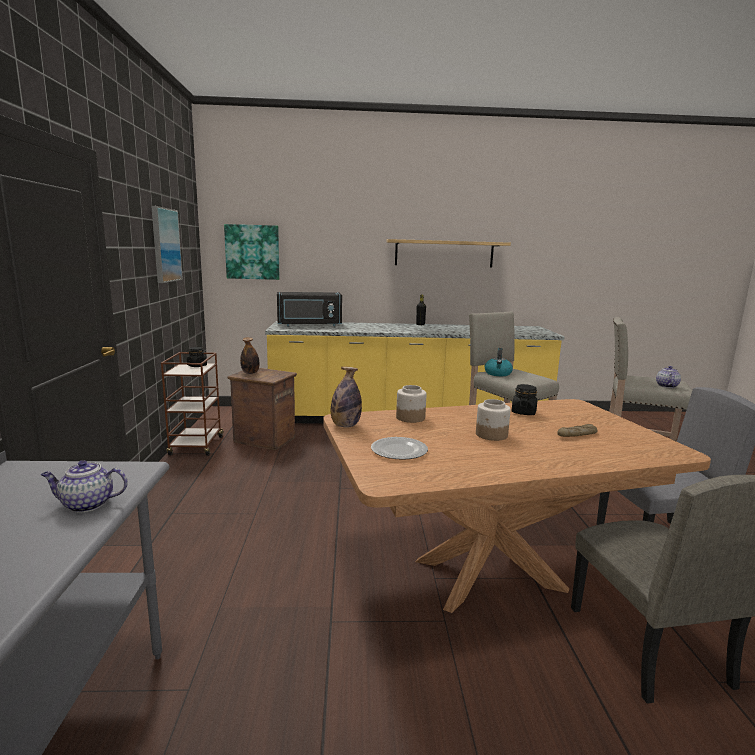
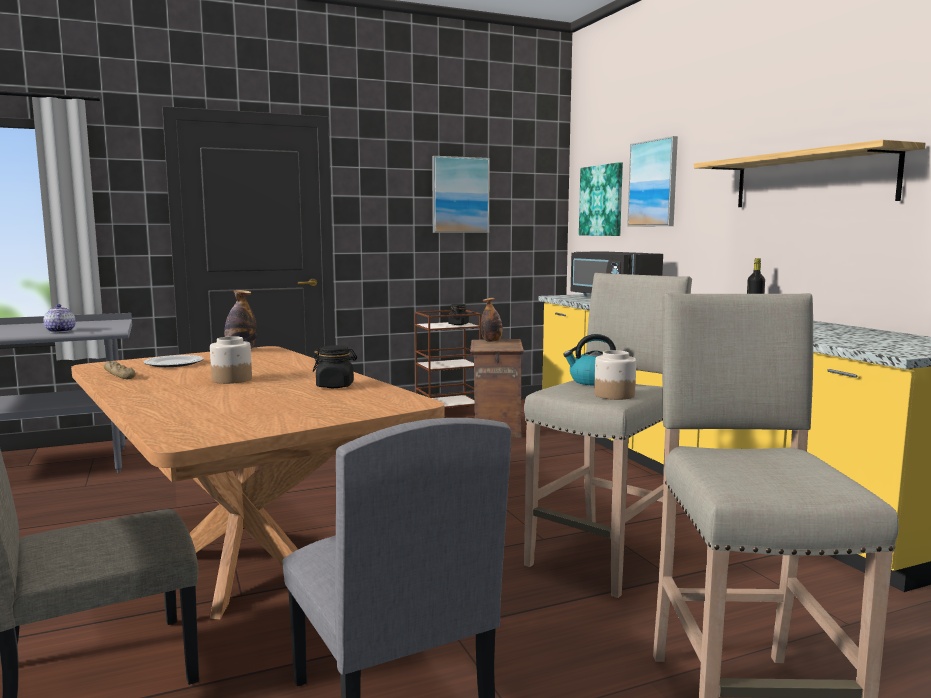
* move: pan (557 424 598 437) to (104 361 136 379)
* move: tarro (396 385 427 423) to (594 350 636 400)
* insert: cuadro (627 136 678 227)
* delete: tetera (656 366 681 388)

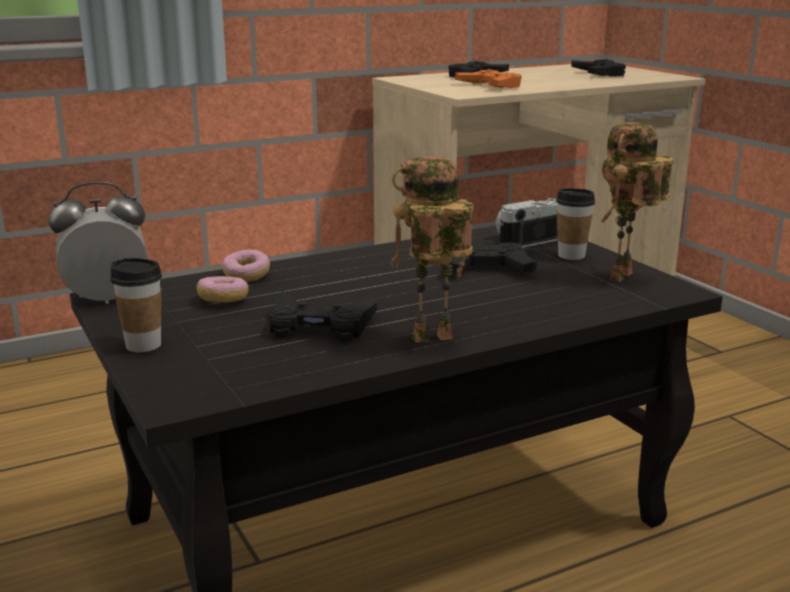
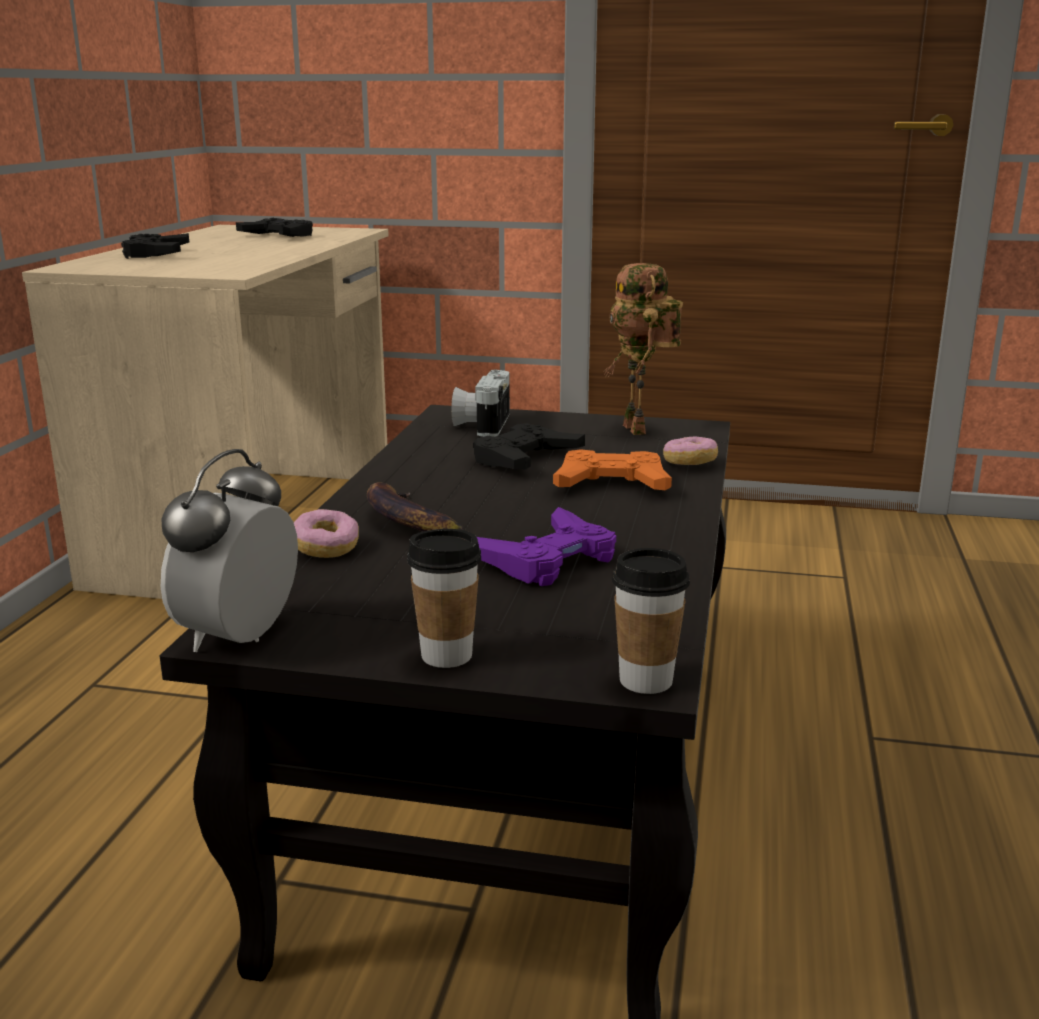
* insert: plátano (367 482 464 532)
* recolor: mando de consola [negro] (269 291 377 342) to mando de consola [morado] (477 507 616 586)
* move: mando de consola [naranja] (455 69 522 88) to (553 449 672 490)
* move: taza (556 188 595 260) to (612 548 690 694)
* move: rosquilla (197 276 249 302) to (663 436 718 465)
* delete: robot de juguete (391 157 474 343)

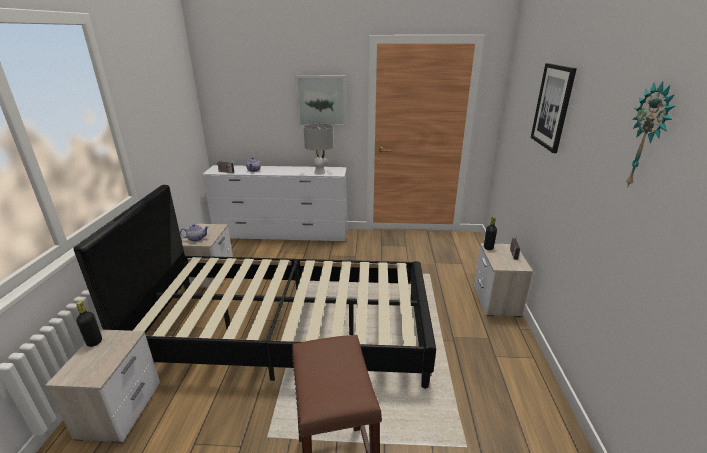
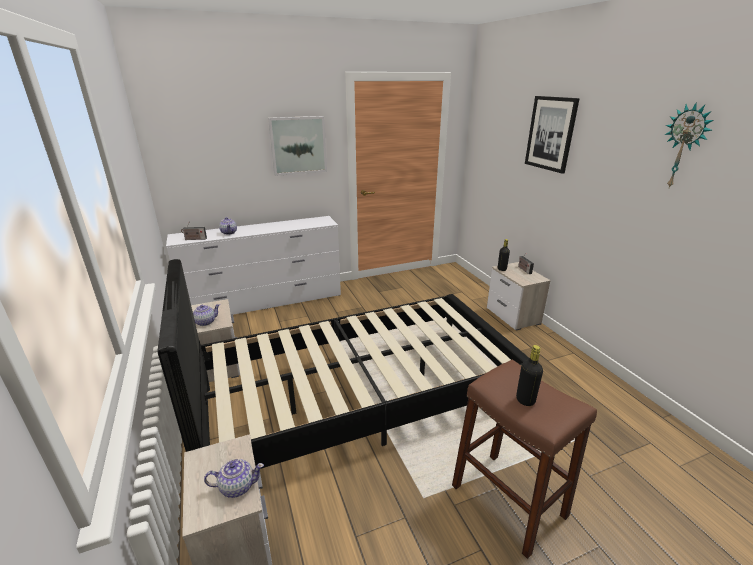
* insert: tetera (204 459 264 498)
* move: botella [negro] (76 301 102 347) to (516 345 543 406)
* delete: lámpara de mesa [gris] (304 123 333 175)

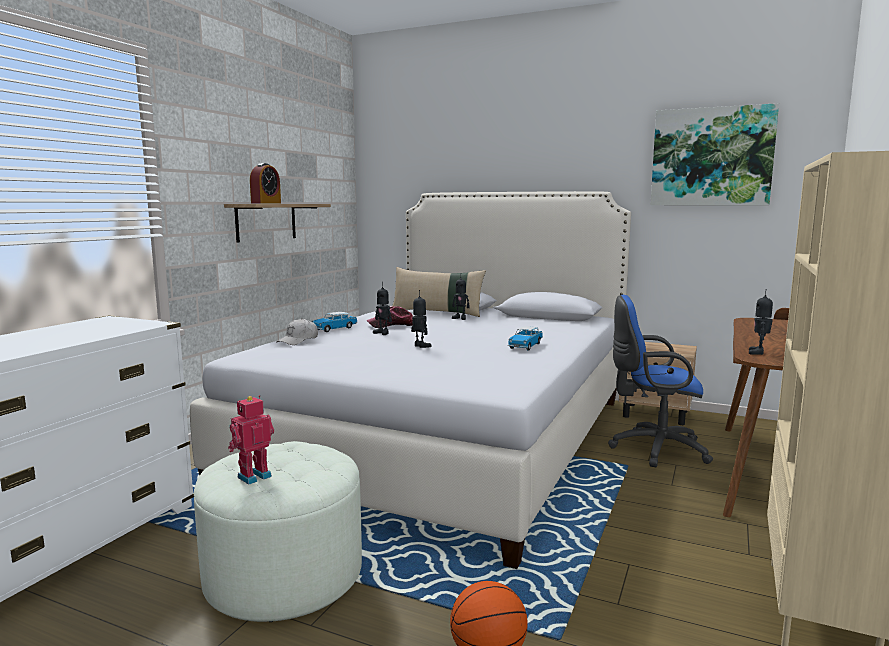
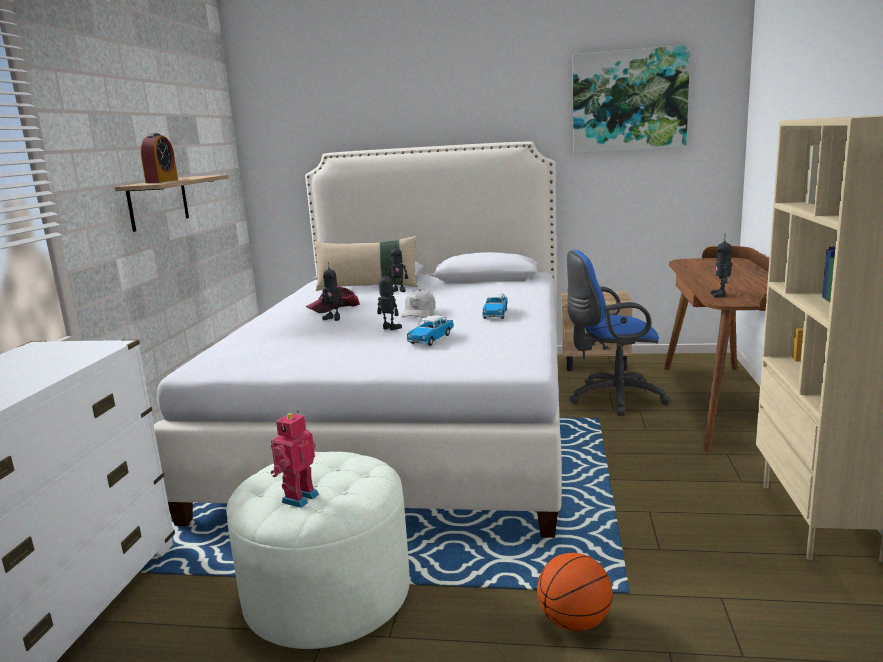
* move: gorra [blanco] (276 318 318 345) to (401 290 436 318)
* move: coche de juguete (312 312 357 332) to (406 315 454 346)

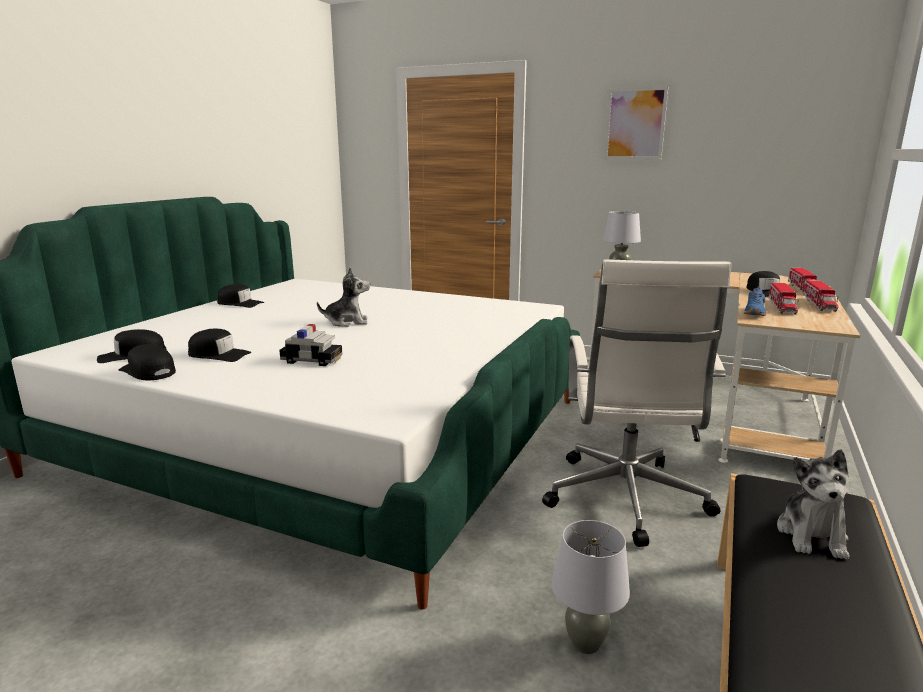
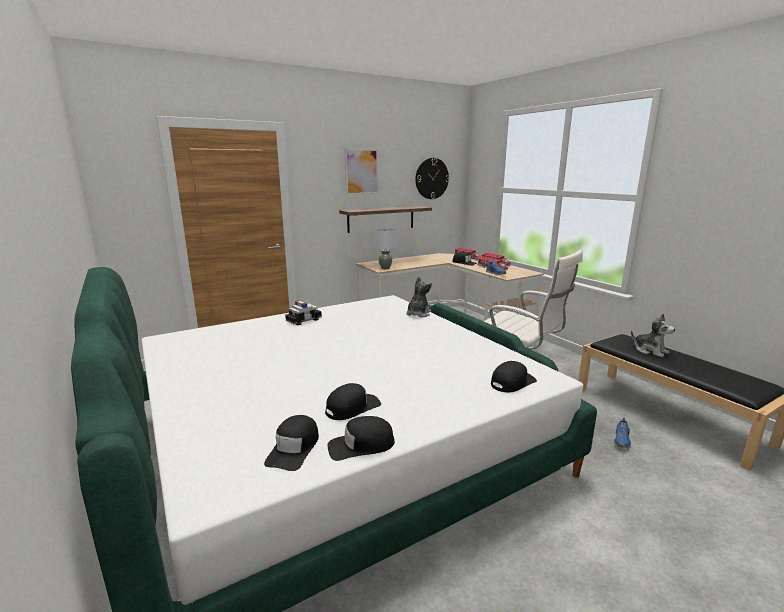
* move: coche de juguete (279 324 343 366) to (285 300 322 325)
* insert: estante (339 206 432 233)
* move: peluche (317 267 370 327) to (406 276 432 318)
* insert: reloj de pared (415 158 449 199)
* move: gorra [negro] (217 284 264 308) to (491 361 537 392)
* replace: lámpara de mesa [gris] (552 520 630 654) to zapato [azul] (614 417 631 448)

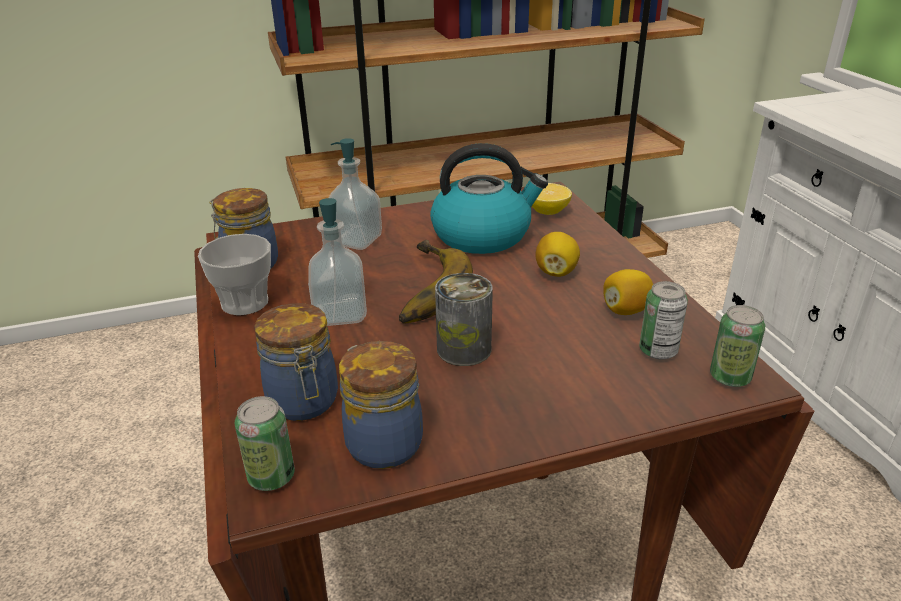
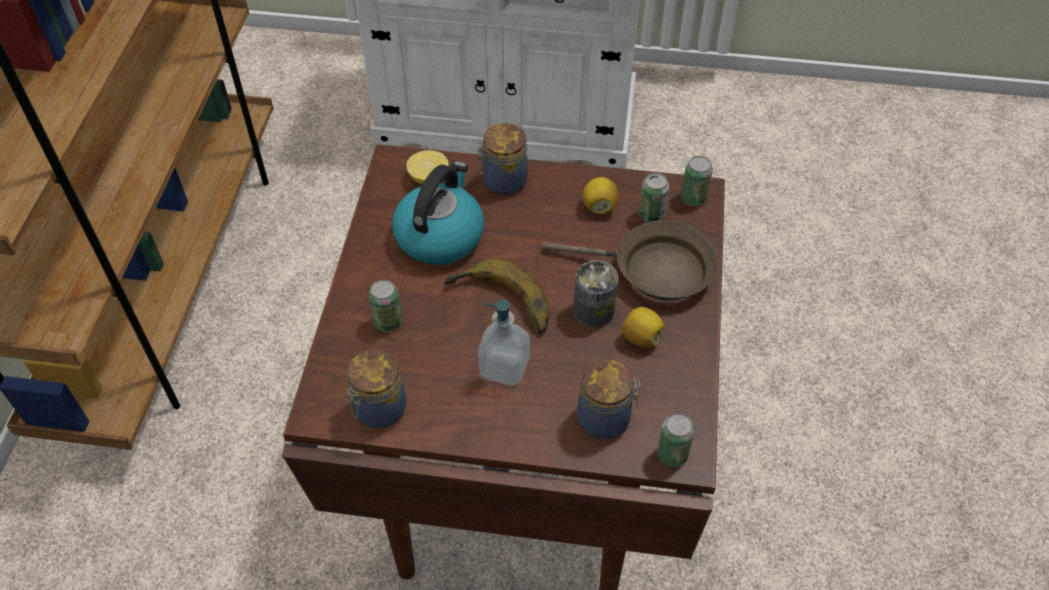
* replace: dispensador de jabón (329 138 382 250) to lata (369 279 402 332)
* move: tarro (339 341 423 469) to (477 123 528 195)
* insert: sartén [marrón] (542 220 718 301)
* move: limón (536 232 580 277) to (622 307 664 348)
* delete: taza (198 234 271 315)

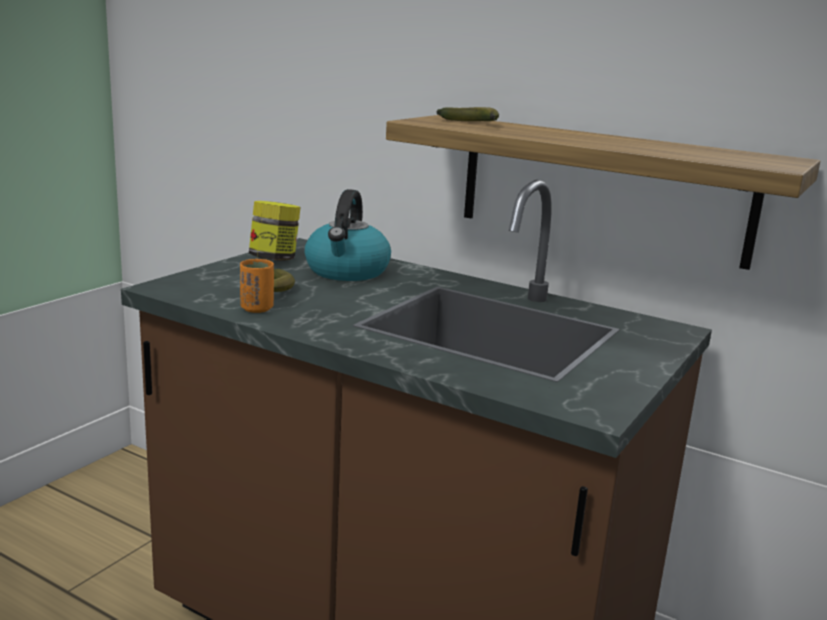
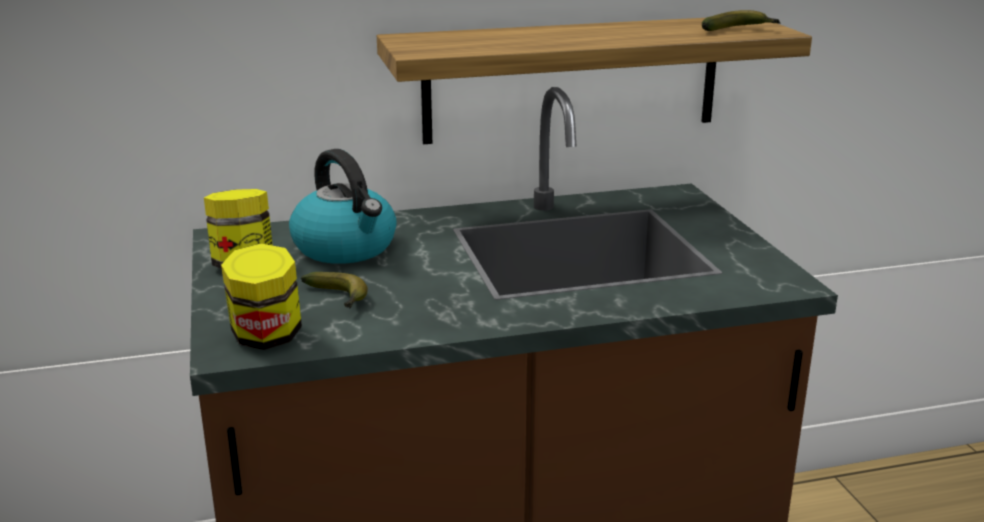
* insert: tarro (221 244 302 350)
* move: plátano (436 107 499 121) to (702 10 781 31)
* delete: taza [naranja] (240 259 274 313)

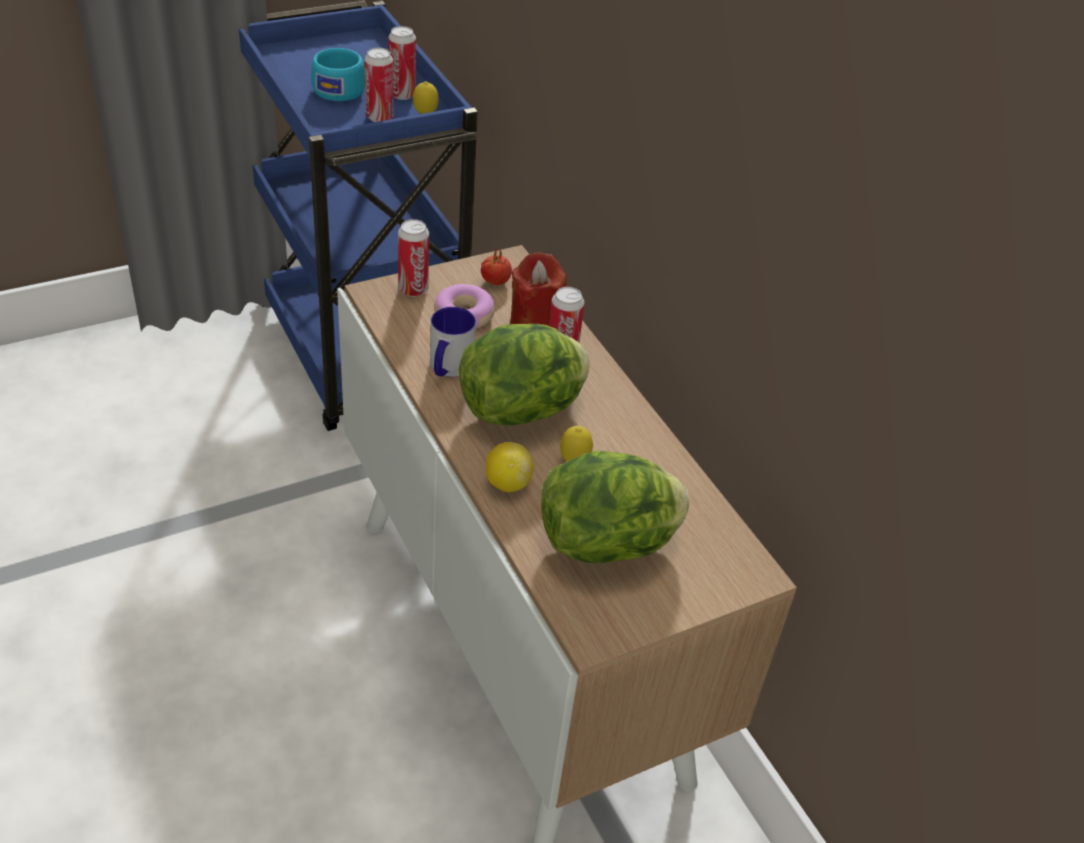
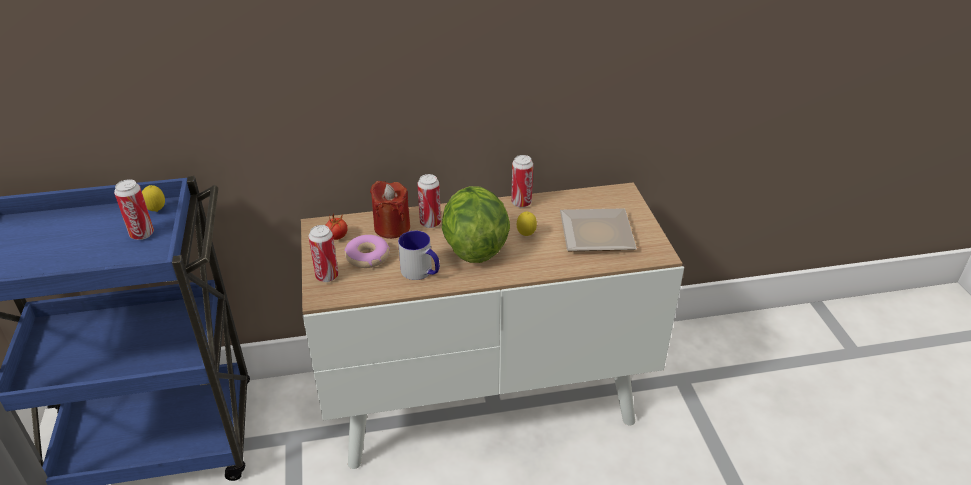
* move: lata (388 26 416 100) to (511 155 533 208)
* replace: lechuga (542 451 689 563) to plato (560 208 637 251)
* delete: taza [turquesa] (311 48 365 101)
* delete: limón (486 442 534 492)

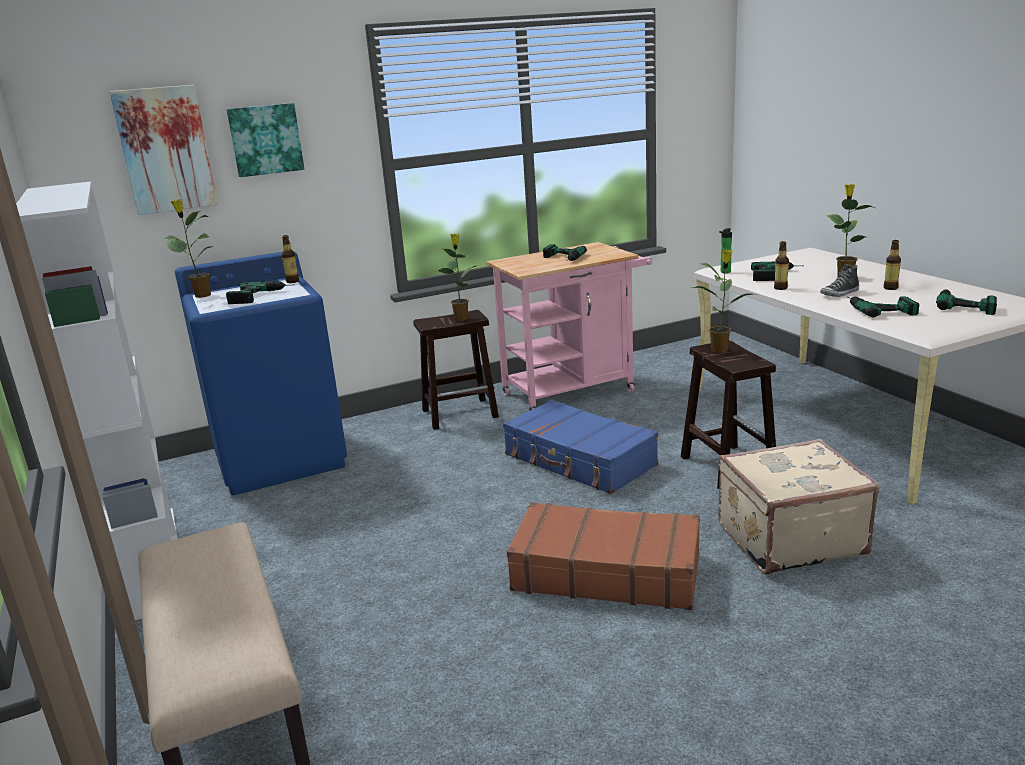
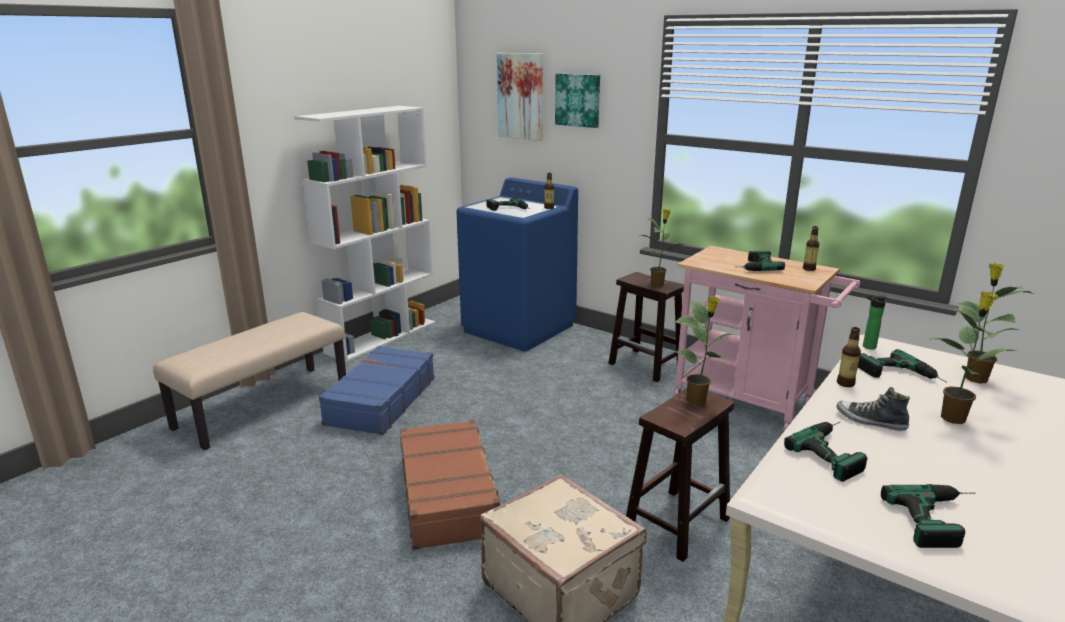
* move: maleta [azul] (503 399 658 494) to (319 346 435 435)
* move: botella (884 240 901 290) to (803 226 819 271)
* move: planta en maceta (165 199 214 298) to (957 263 1034 384)

